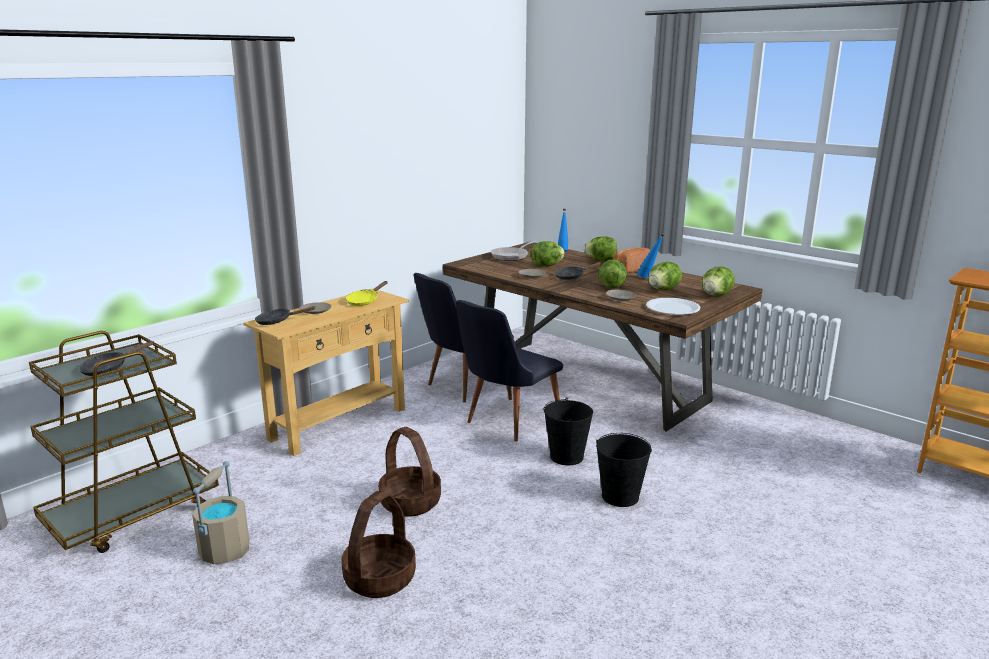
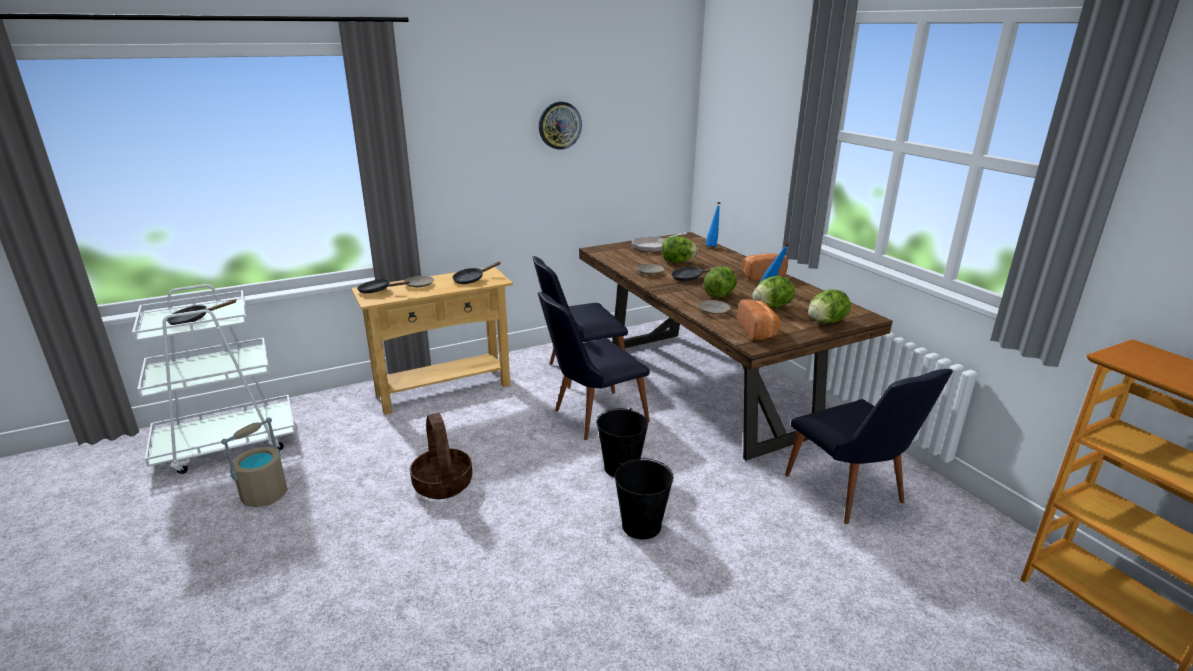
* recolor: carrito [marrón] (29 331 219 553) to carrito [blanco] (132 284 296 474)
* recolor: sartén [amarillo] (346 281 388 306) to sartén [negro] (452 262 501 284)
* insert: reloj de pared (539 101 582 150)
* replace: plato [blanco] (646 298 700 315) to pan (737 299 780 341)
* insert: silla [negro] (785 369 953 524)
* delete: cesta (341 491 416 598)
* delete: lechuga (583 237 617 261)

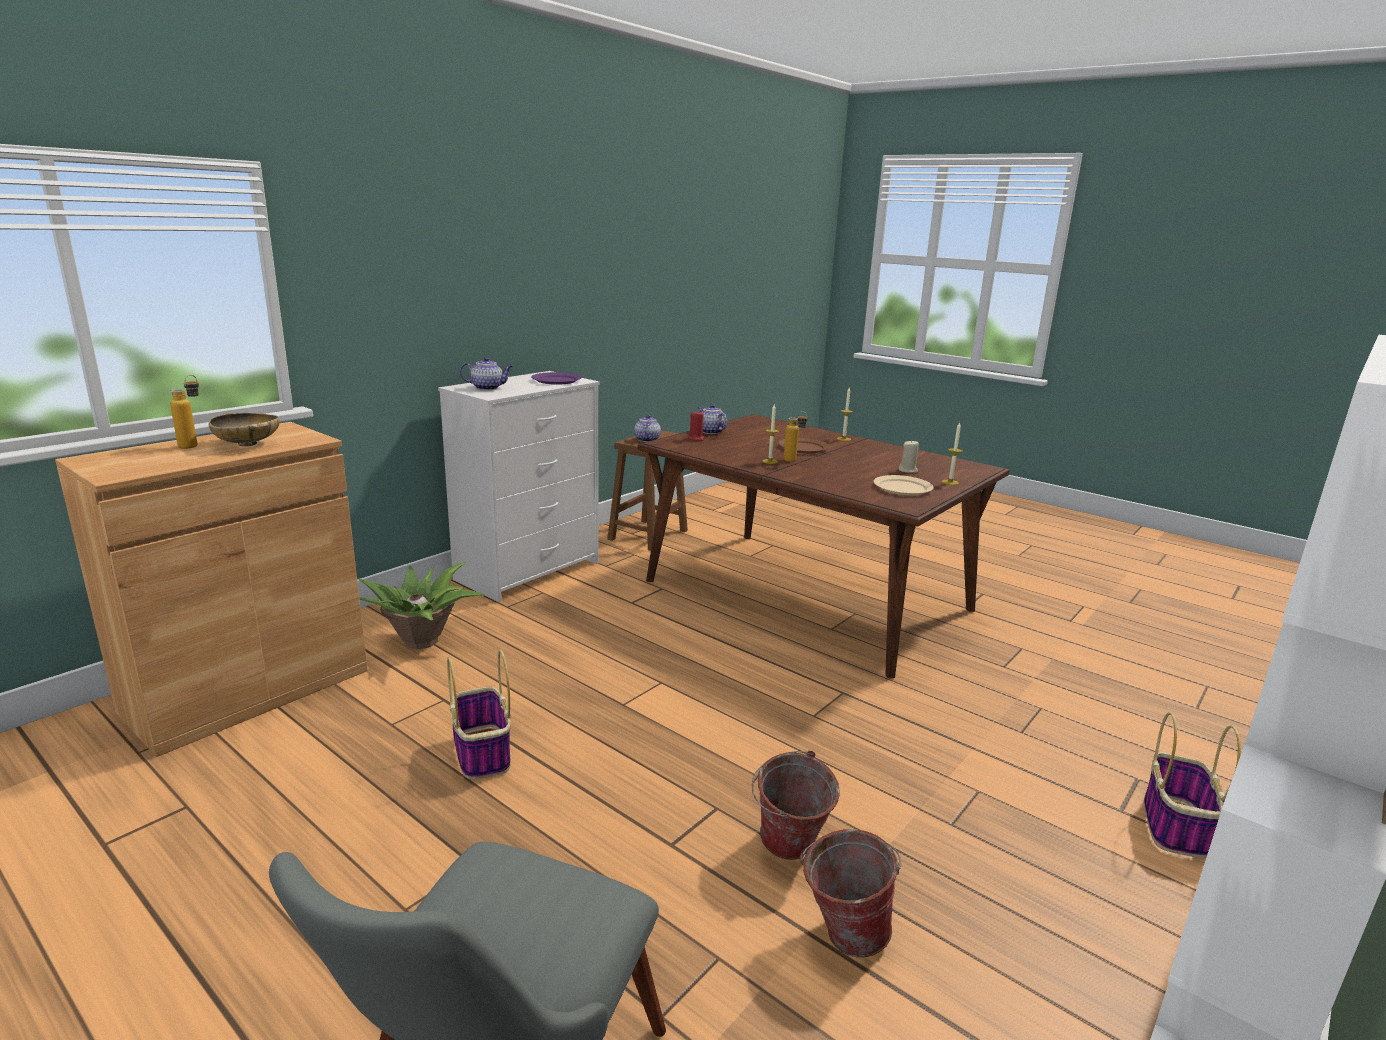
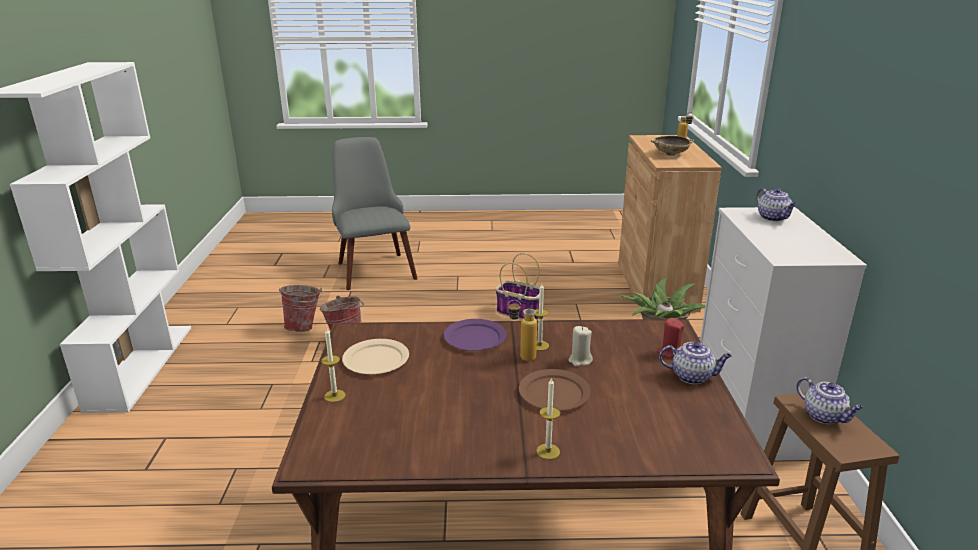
* move: plato [morado] (531 372 582 385) to (444 319 506 351)
* move: vela [beis] (899 440 919 473) to (568 326 593 367)
* rotate: tetera (460 357 513 390) = (756 188 797 222) 60 degrees counterclockwise
* delete: cesta (1144 712 1241 858)

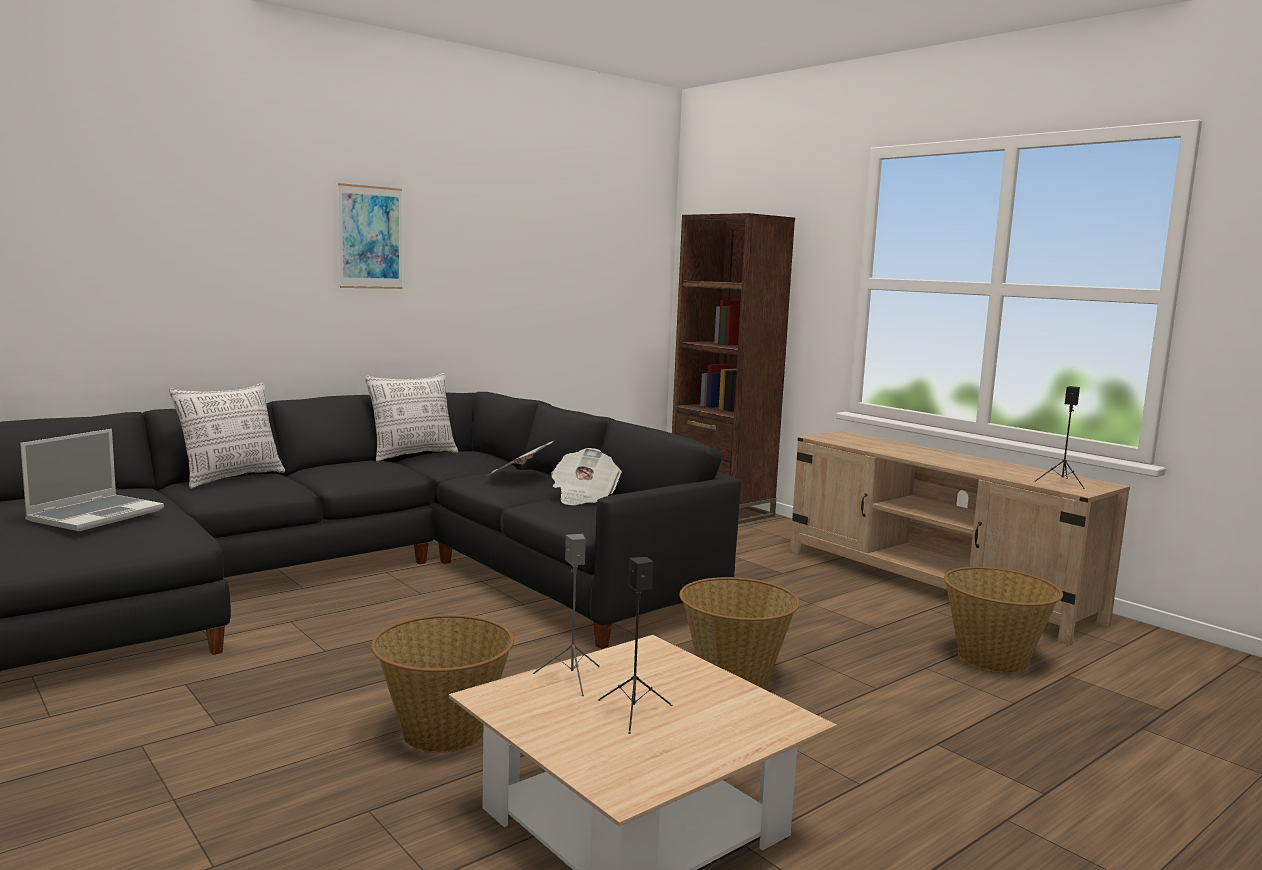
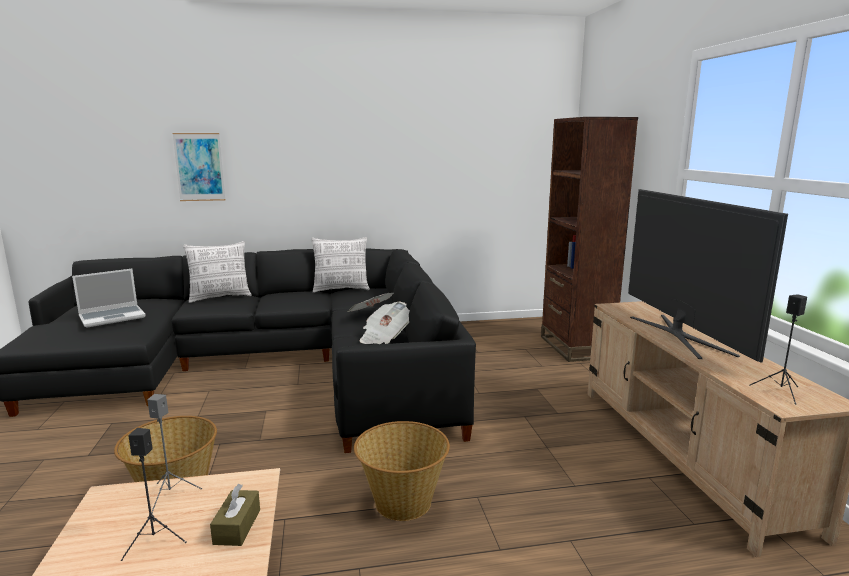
* move: cuadro (338 183 403 289) to (172 133 226 201)
* insert: caja de pañuelos [marrón] (210 484 260 546)
* insert: televisor (628 189 788 363)
* delete: cesta (944 567 1063 673)

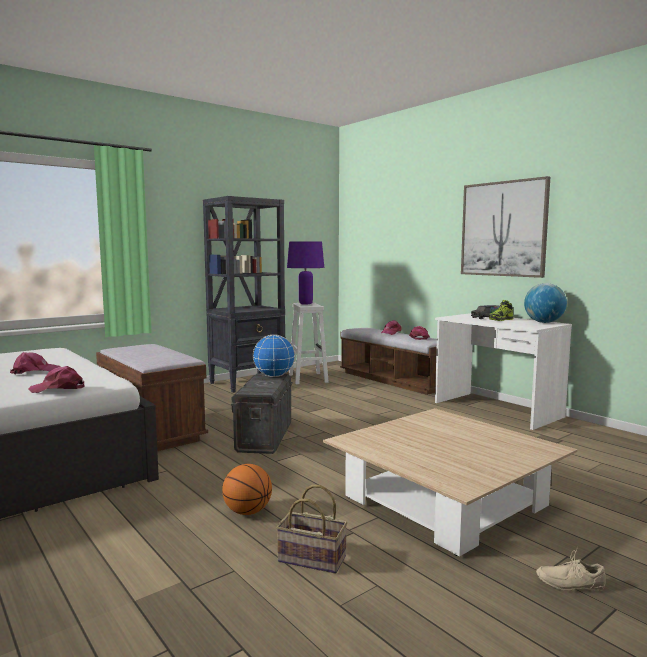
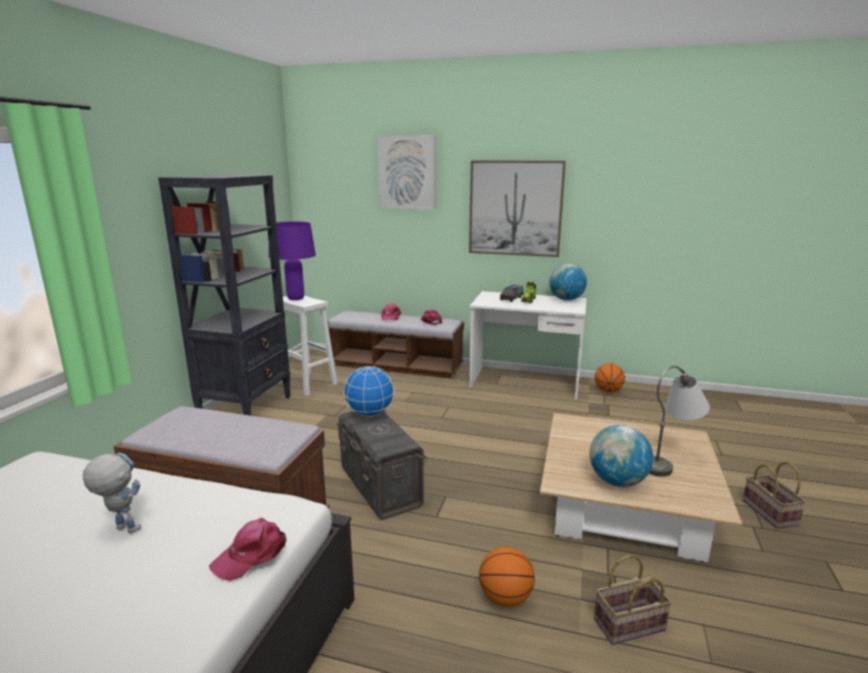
* replace: gorra [rosa] (10 352 60 375) to robot de juguete (83 453 141 533)
* insert: cuadro (377 135 436 210)
* insert: globo terráqueo (590 425 653 487)
* insert: balón de baloncesto (595 363 625 392)
* insert: lámpara de mesa [gris] (649 366 710 477)
* insert: cesta (742 462 806 529)
* delete: zapato [beis] (536 546 606 591)

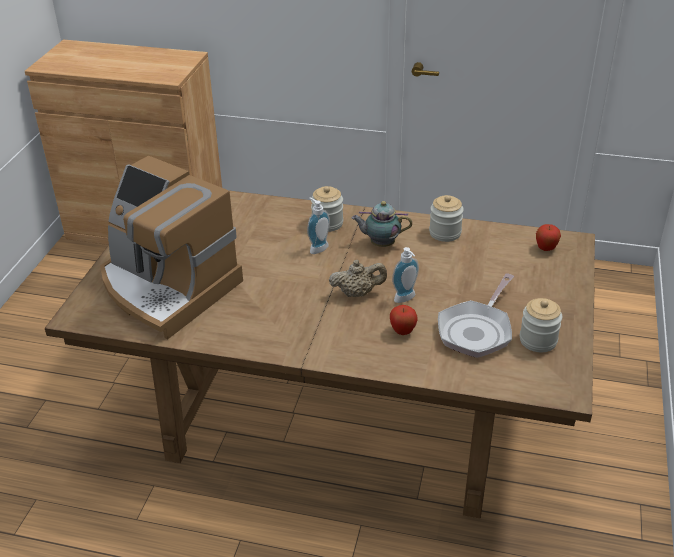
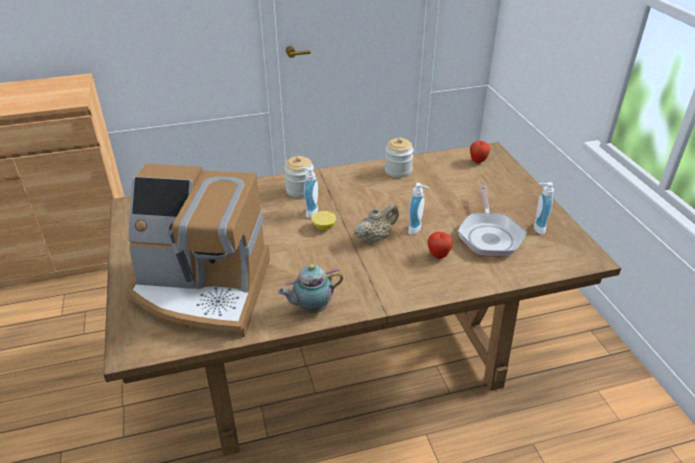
* move: tetera (352 201 412 247) to (278 264 343 314)
* insert: limón (312 211 336 230)
* replace: tarro (520 298 562 352) to dispensador de jabón (534 182 554 235)

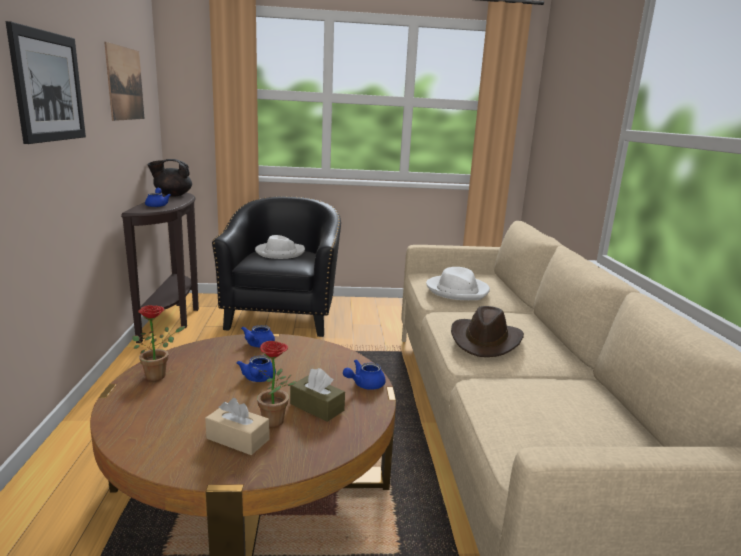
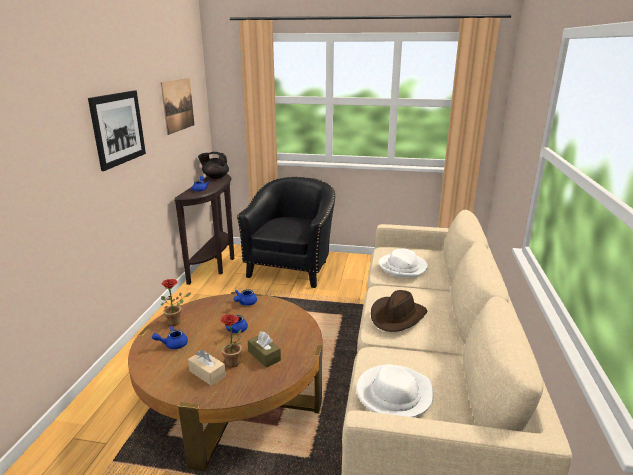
* move: tetera [azul] (343 360 386 390) to (152 326 188 349)
* move: sombrero [blanco] (255 235 305 259) to (356 364 434 418)

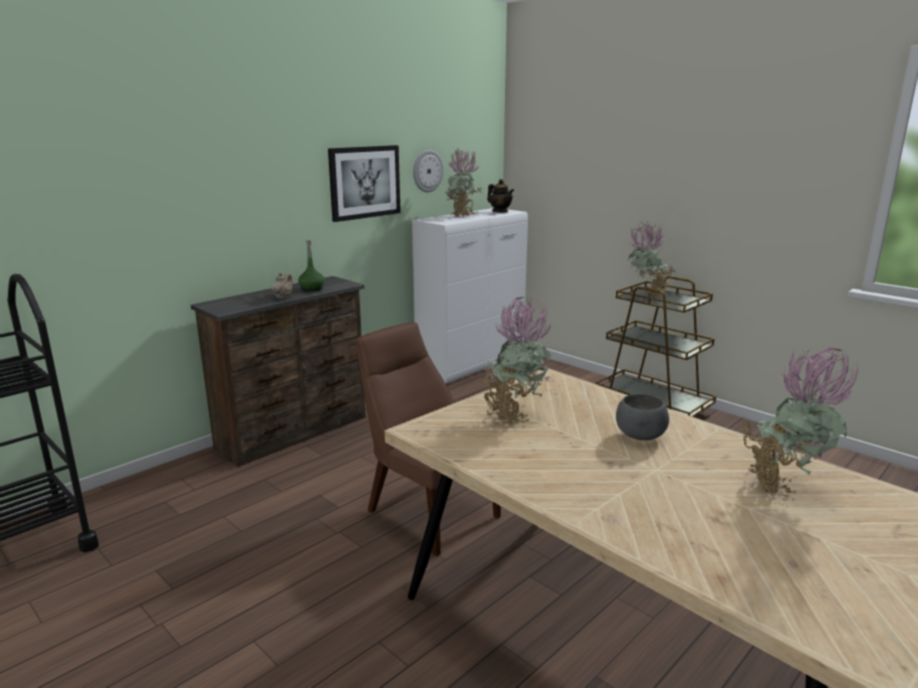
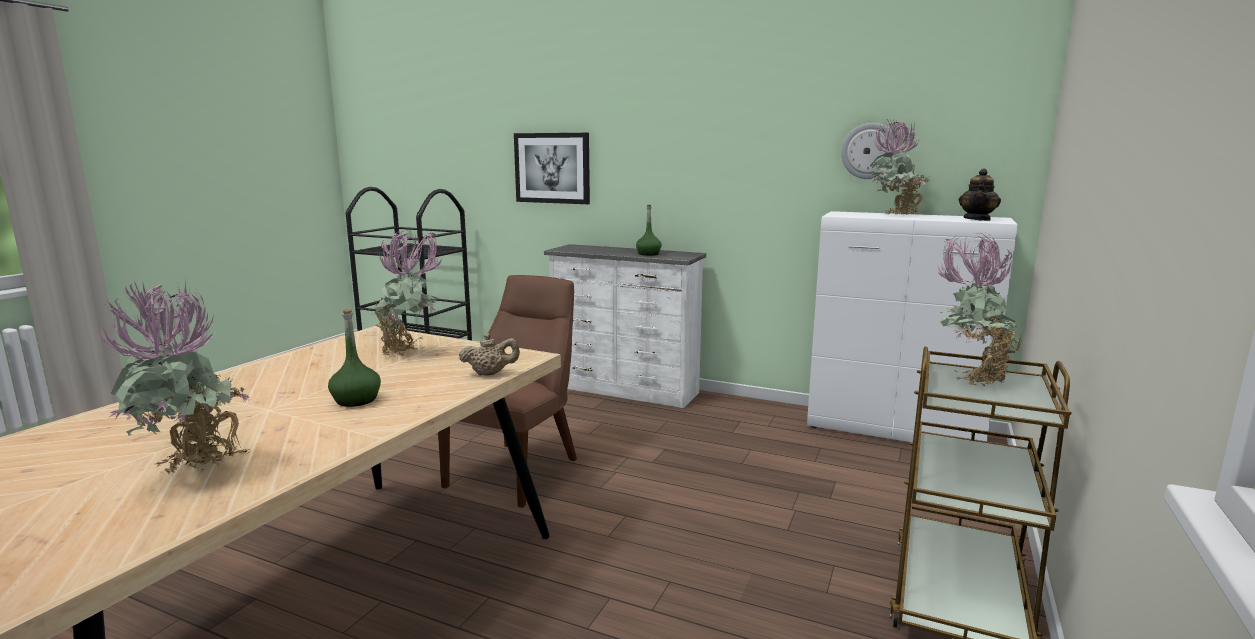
* replace: cuenco [gris] (616 394 669 440) to botella [verde] (328 308 381 407)
* move: tetera [beis] (271 272 293 299) to (459 333 520 376)
* move: cuadro (328 145 401 222) to (514 133 590 204)
* recolor: cómoda [marrón] (191 276 366 467) to cómoda [blanco] (544 244 706 408)

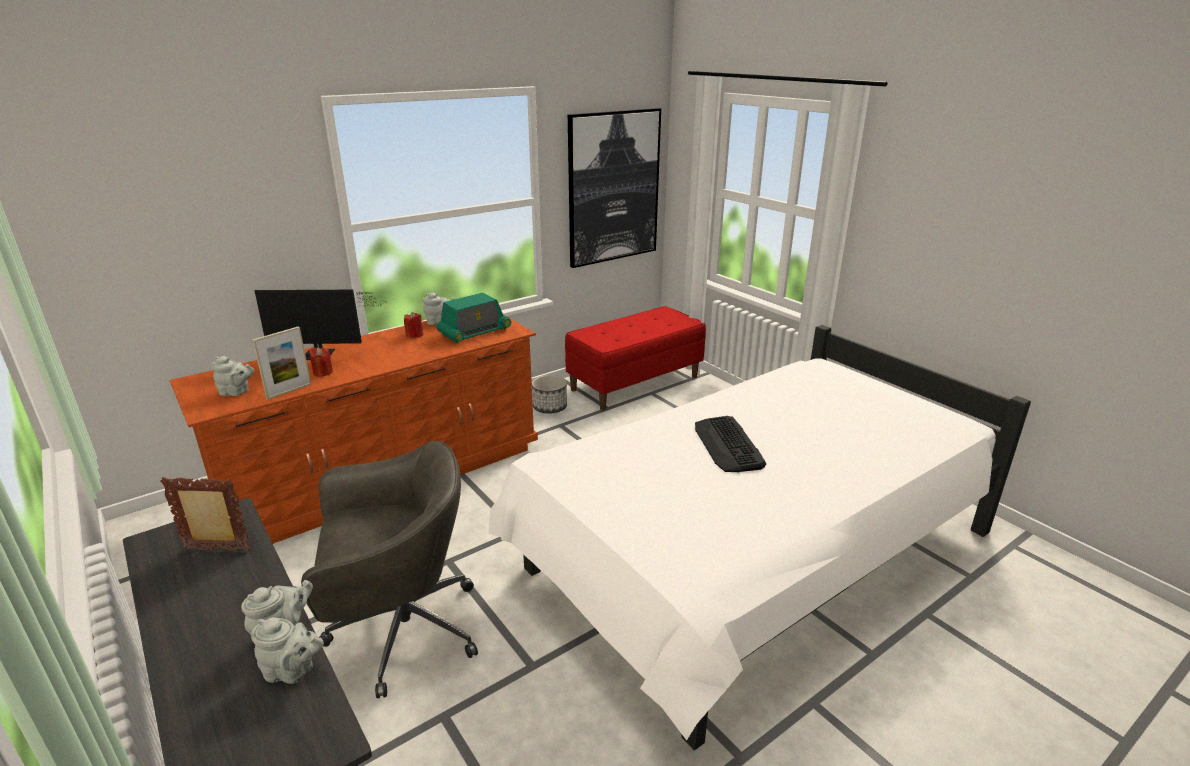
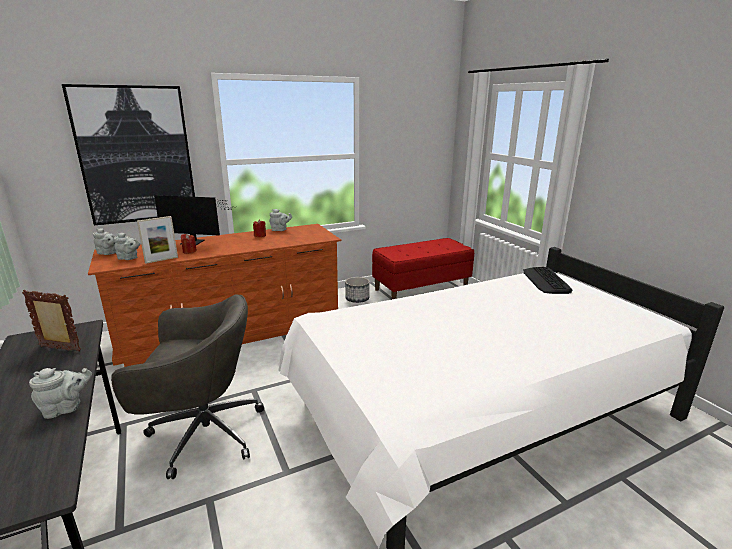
* move: cuadro (568 108 661 268) to (62 84 195 225)
* move: tetera [gris] (251 617 324 684) to (93 228 116 255)
* move: teclado (695 416 766 472) to (523 267 573 294)
* delete: radio (436 293 511 343)

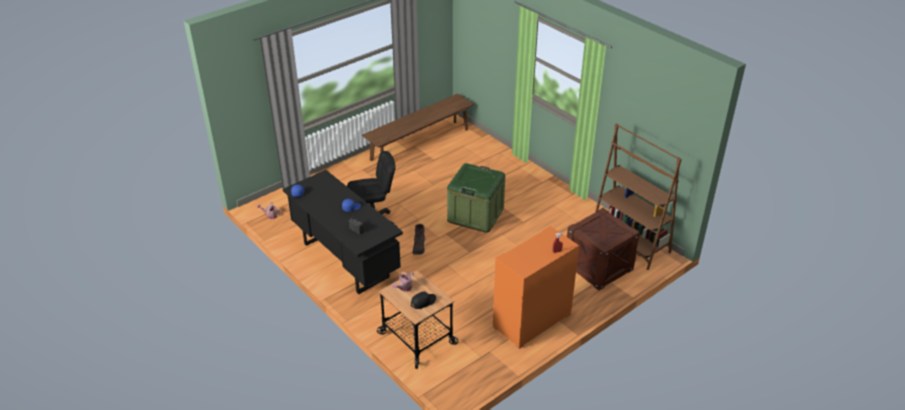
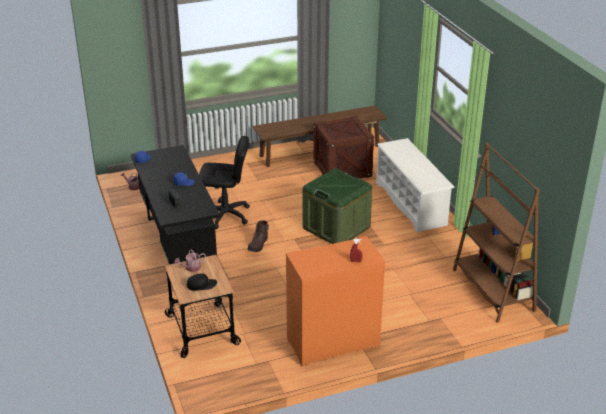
* move: caja de embalaje (567 208 640 291) to (313 116 374 179)
* insert: zapatero [blanco] (376 138 454 233)

